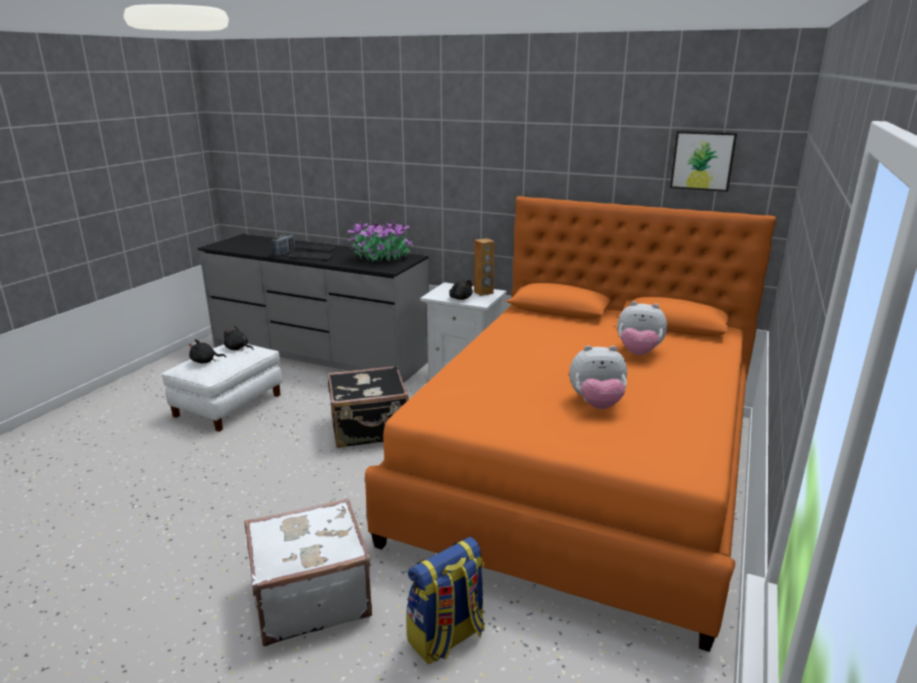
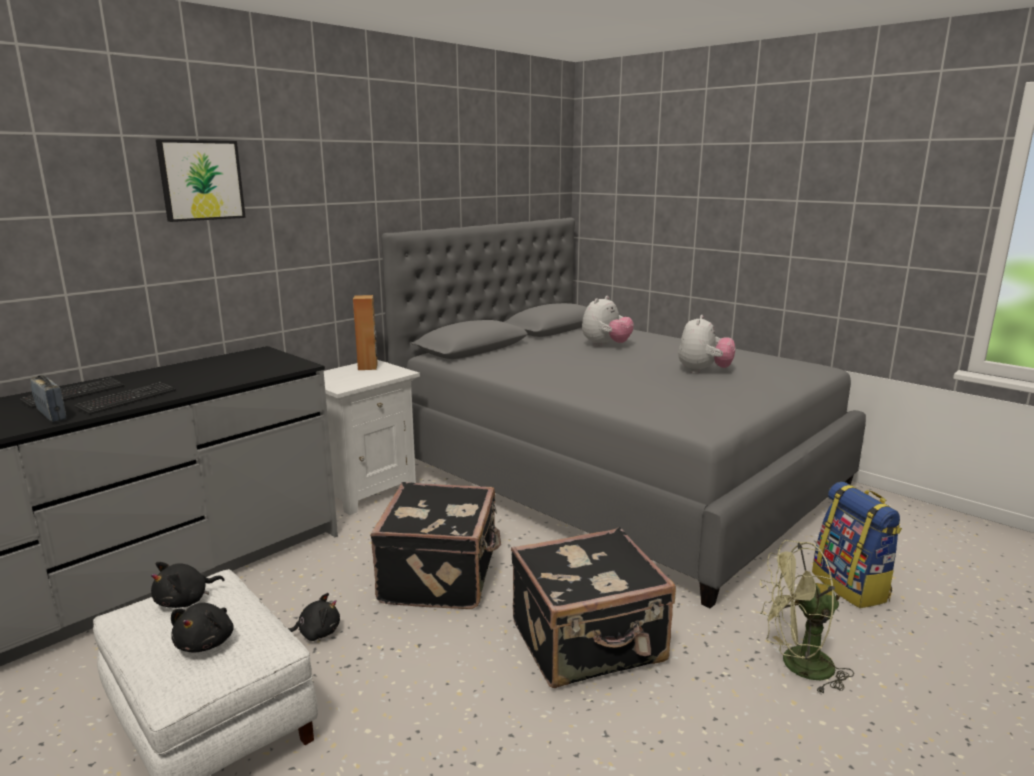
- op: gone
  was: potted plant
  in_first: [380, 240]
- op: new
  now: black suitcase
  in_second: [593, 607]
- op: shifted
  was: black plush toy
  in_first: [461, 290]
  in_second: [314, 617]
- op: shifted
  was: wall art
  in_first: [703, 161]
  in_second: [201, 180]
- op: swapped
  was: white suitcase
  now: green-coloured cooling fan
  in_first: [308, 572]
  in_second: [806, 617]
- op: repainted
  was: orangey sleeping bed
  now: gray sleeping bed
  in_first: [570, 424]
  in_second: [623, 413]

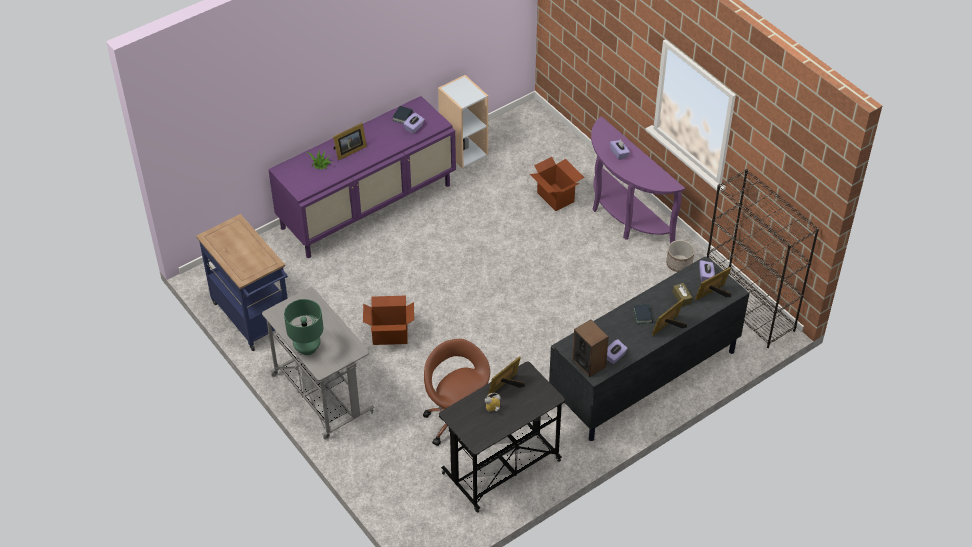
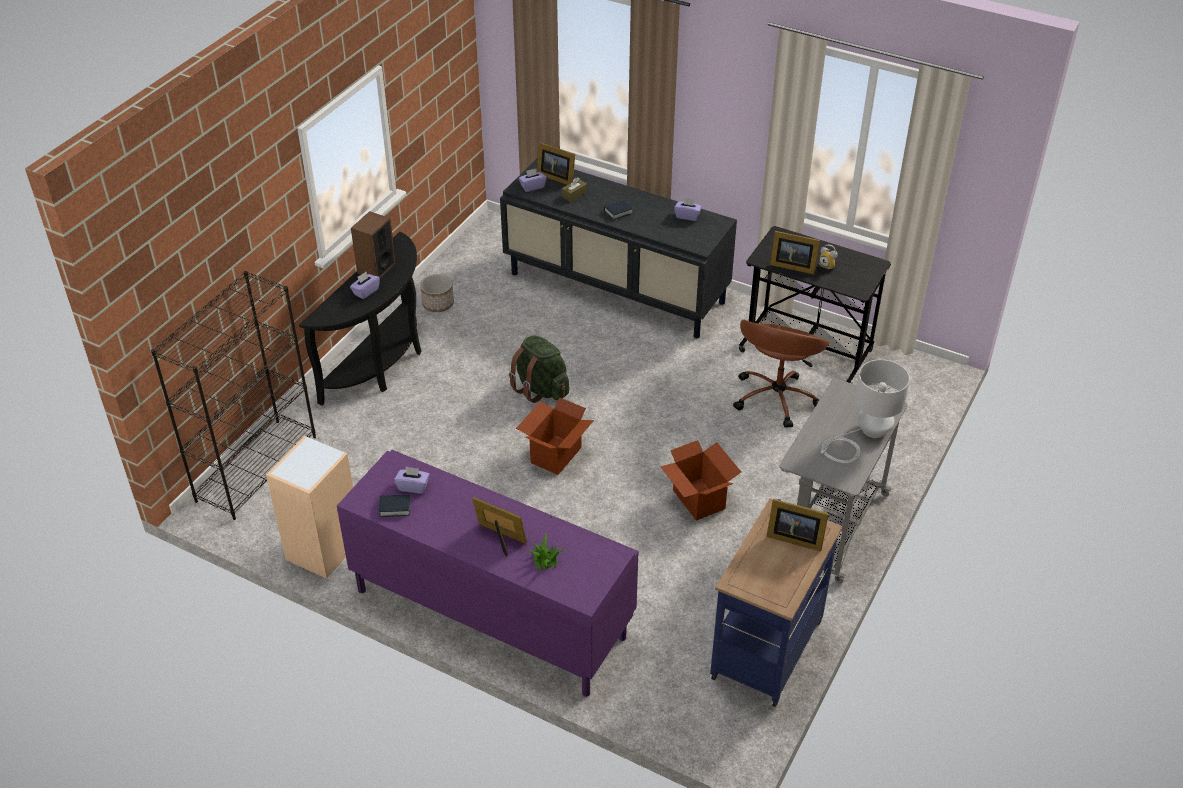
- op: new
  now: green-coloured knapsack
  in_second: [539, 369]
- op: shifted
  was: carton
  in_first: [557, 184]
  in_second: [555, 436]
- op: shifted
  was: loudspeaker
  in_first: [590, 348]
  in_second: [373, 244]
- op: shifted
  was: standing frame
  in_first: [669, 317]
  in_second: [797, 525]
- op: shifted
  was: black shelving unit
  in_first: [763, 258]
  in_second: [233, 395]
- op: repainted
  was: green-coloured lamp for a table
  now: white lamp for a table
  in_first: [303, 327]
  in_second: [865, 411]
- op: repainted
  was: purplish narrow table
  now: black narrow table
  in_first: [638, 179]
  in_second: [360, 319]

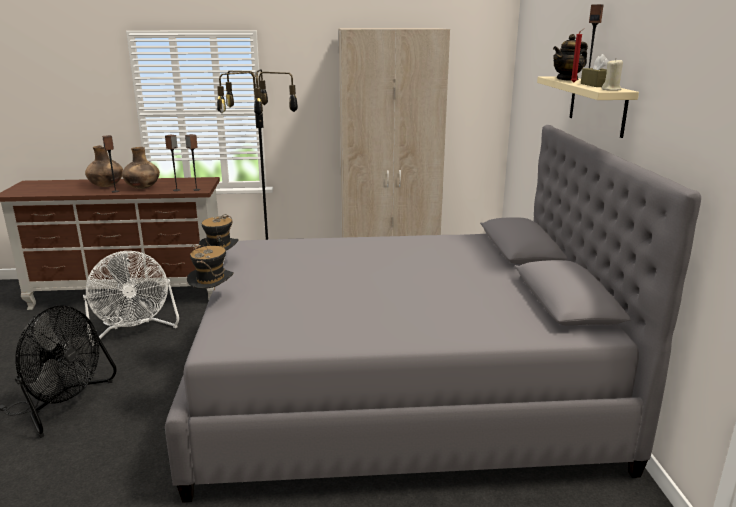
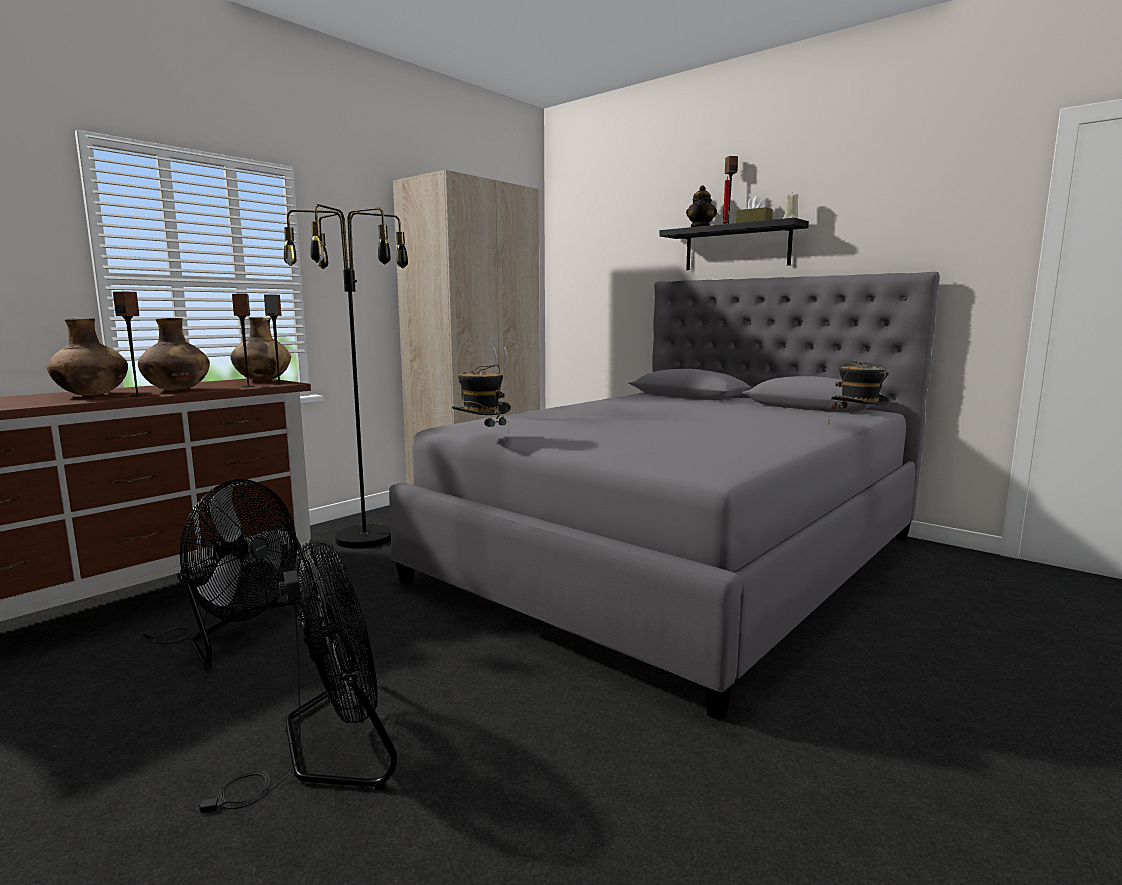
- op: new
  now: brown-coloured vase
  in_second: [260, 349]
- op: shifted
  was: clothing hat
  in_first: [210, 267]
  in_second: [858, 392]
- op: repainted
  was: white cooling fan
  now: black cooling fan
  in_first: [131, 298]
  in_second: [230, 575]
- op: repainted
  was: sand-coloured bracket shelf
  now: black bracket shelf
  in_first: [588, 107]
  in_second: [734, 244]

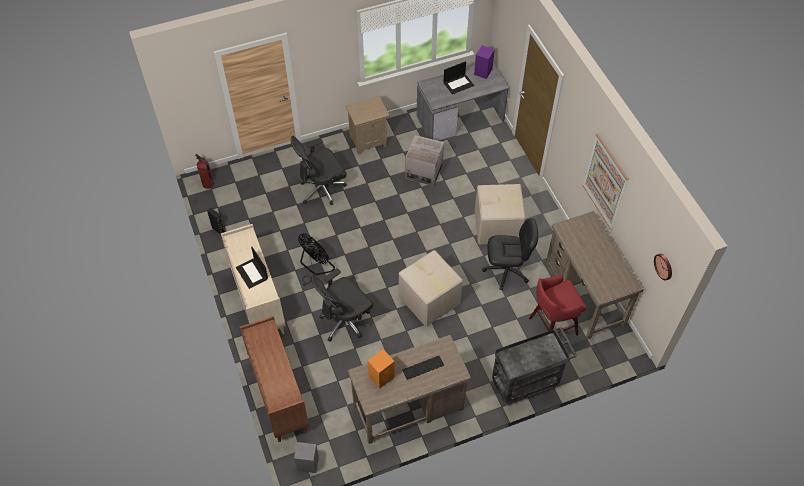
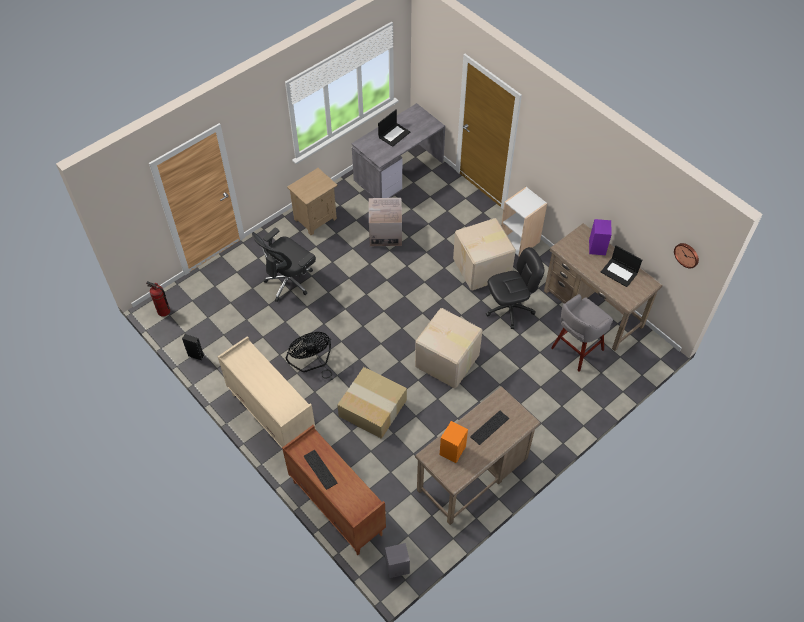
- op: gone
  was: black trolley
  in_first: [534, 365]
- op: gone
  was: wall art
  in_first: [605, 181]
- op: new
  now: keyboard
  in_second: [321, 470]
- op: new
  now: shelving unit
  in_second: [524, 222]
- op: shifted
  was: notebook computer
  in_first: [252, 268]
  in_second: [621, 266]
- op: shifted
  was: purplish loudspeaker
  in_first: [484, 62]
  in_second: [600, 237]
- op: swapped
  was: computer chair
  now: carton
  in_first: [342, 304]
  in_second: [372, 403]
- op: repainted
  was: red sitting stool
  now: gray sitting stool
  in_first: [557, 305]
  in_second: [582, 333]
- op: rotated
  was: black cooling fan
  in_first: [316, 259]
  in_second: [309, 356]
  clockwise: -45

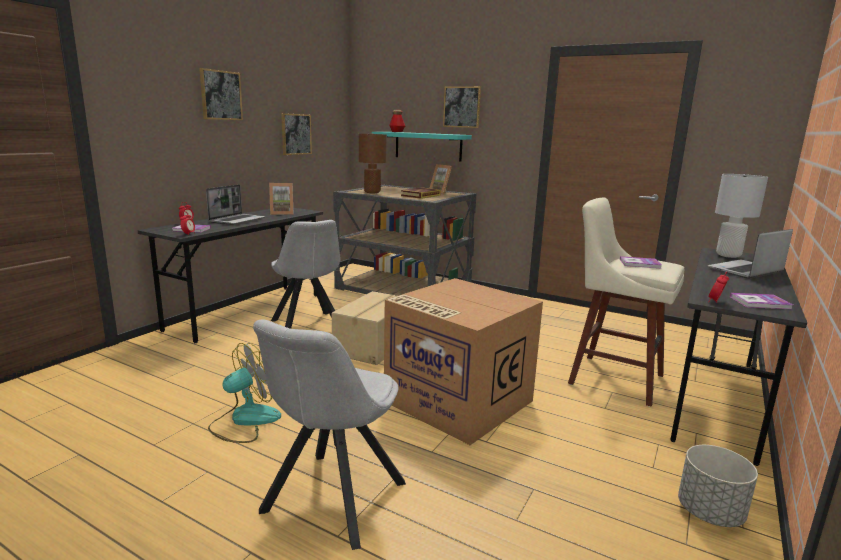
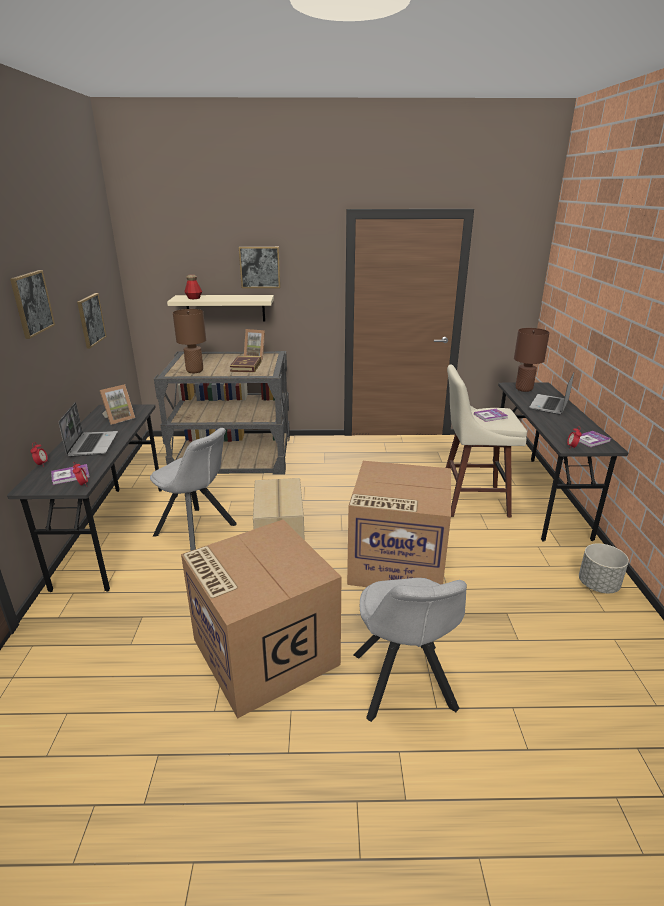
- op: swapped
  was: cooling fan
  now: carton
  in_first: [244, 393]
  in_second: [261, 619]
- op: repainted
  was: blue-green bracket shelf
  now: sand-coloured bracket shelf
  in_first: [422, 147]
  in_second: [220, 308]
- op: repainted
  was: gray lamp for a table
  now: brown-coloured lamp for a table
  in_first: [741, 216]
  in_second: [532, 360]

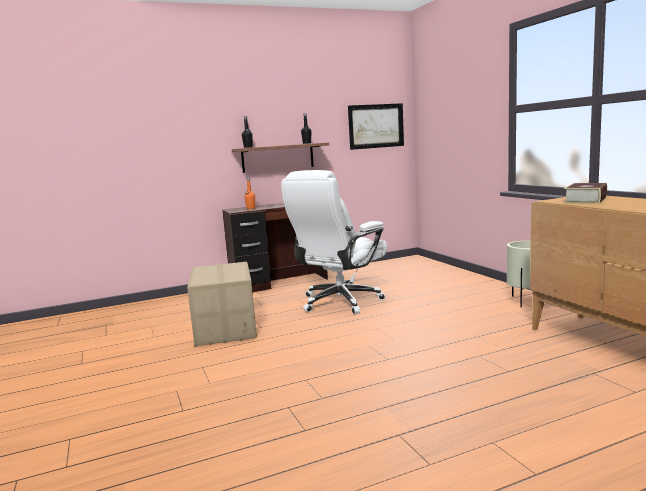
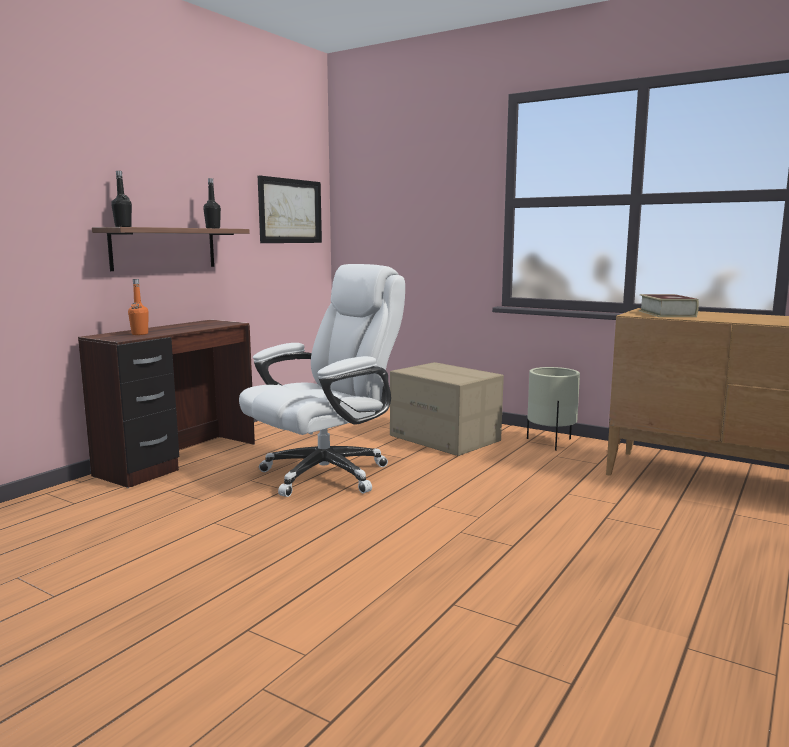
- op: shifted
  was: carton
  in_first: [222, 304]
  in_second: [447, 409]
- op: rotated
  was: white computer chair
  in_first: [334, 242]
  in_second: [322, 380]
  clockwise: -135

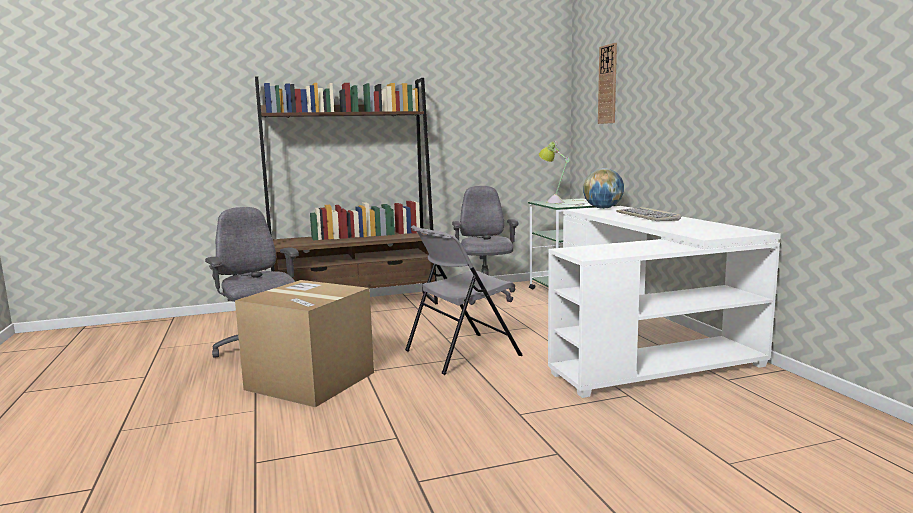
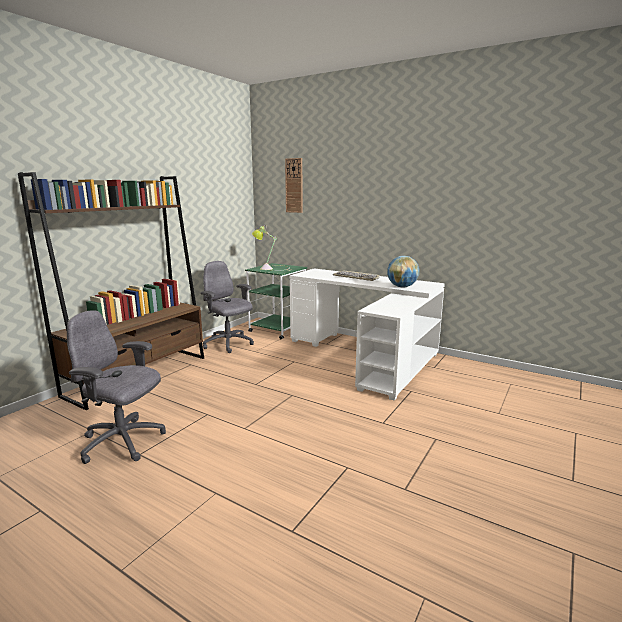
- op: gone
  was: carton
  in_first: [304, 343]
- op: gone
  was: gray upright chair
  in_first: [463, 300]
- op: shifted
  was: desk globe
  in_first: [603, 188]
  in_second: [403, 271]

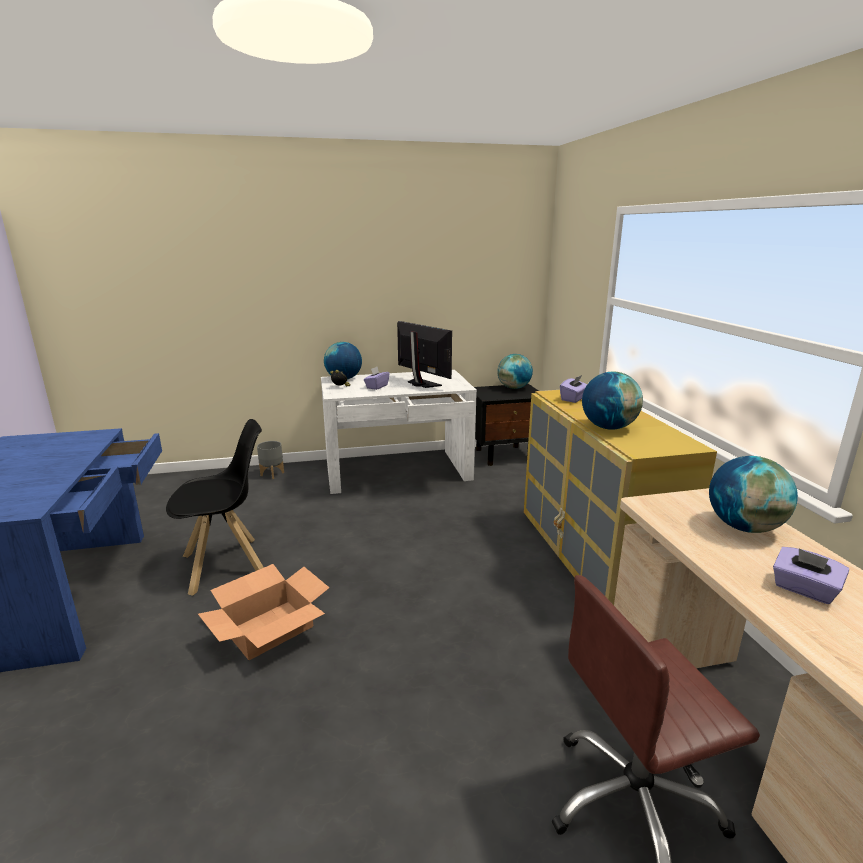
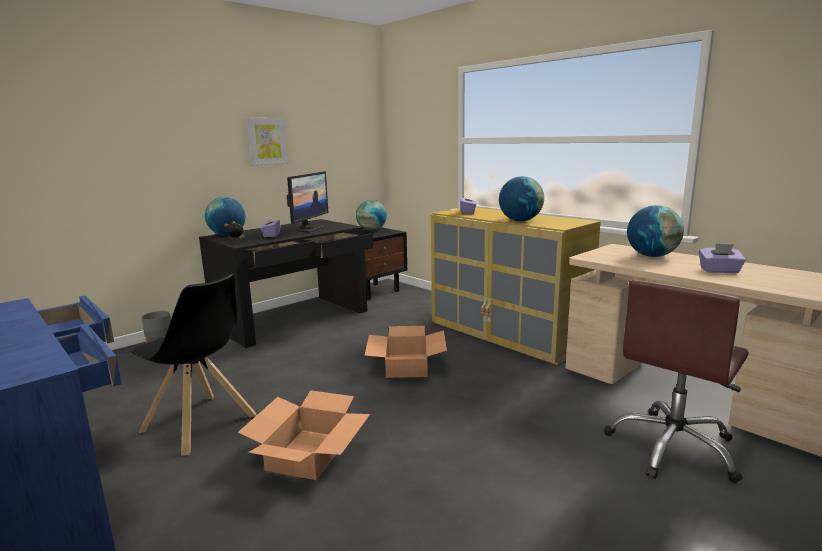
- op: new
  now: wall art
  in_second: [267, 142]
- op: new
  now: carton
  in_second: [405, 352]
- op: repainted
  was: white desk unit
  now: black desk unit
  in_first: [399, 432]
  in_second: [286, 283]
- op: rotated
  was: black upright chair
  in_first: [215, 507]
  in_second: [193, 365]
  clockwise: 90
- op: rotated
  was: monitor
  in_first: [424, 354]
  in_second: [307, 202]
  clockwise: 90

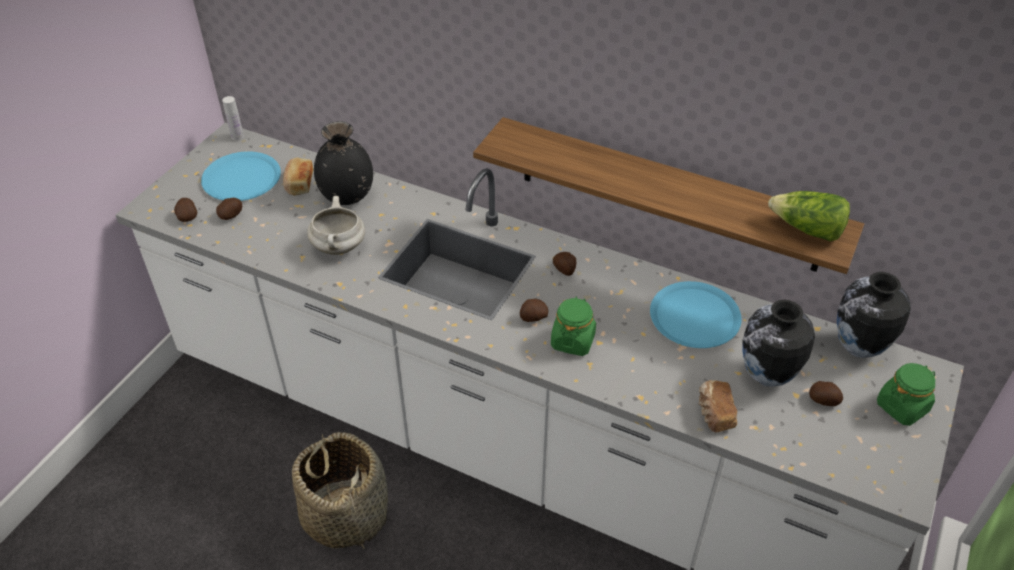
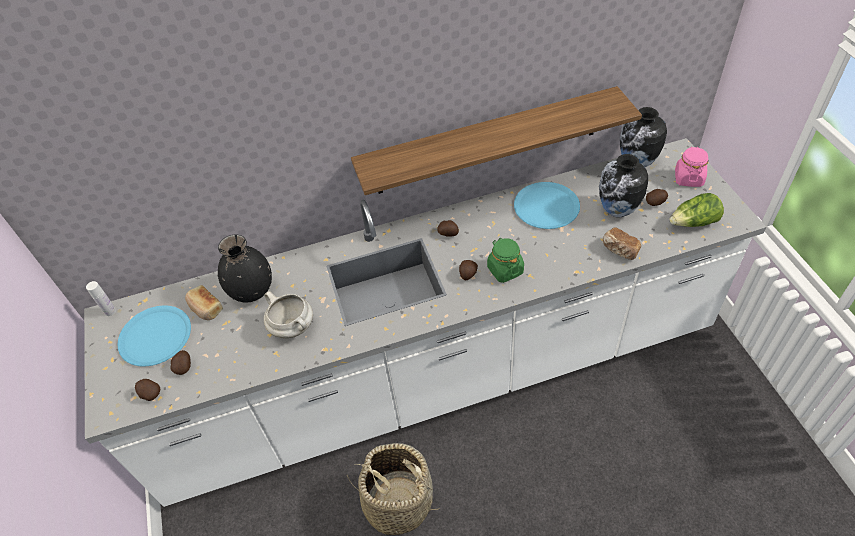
- op: shifted
  was: lettuce
  in_first: [809, 216]
  in_second: [697, 210]
- op: repainted
  was: green-coloured storage jar
  now: pink-coloured storage jar
  in_first: [906, 394]
  in_second: [692, 166]

